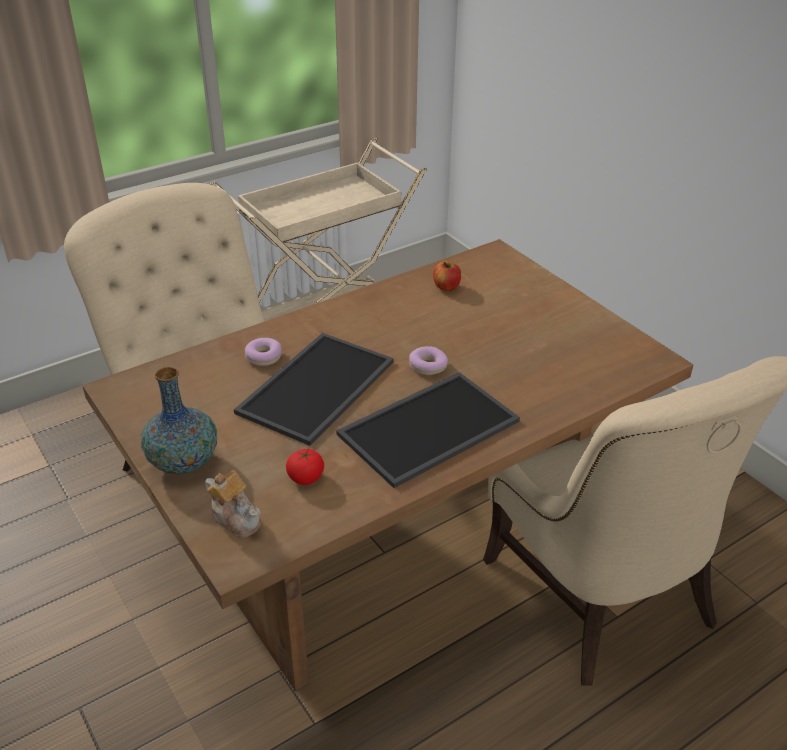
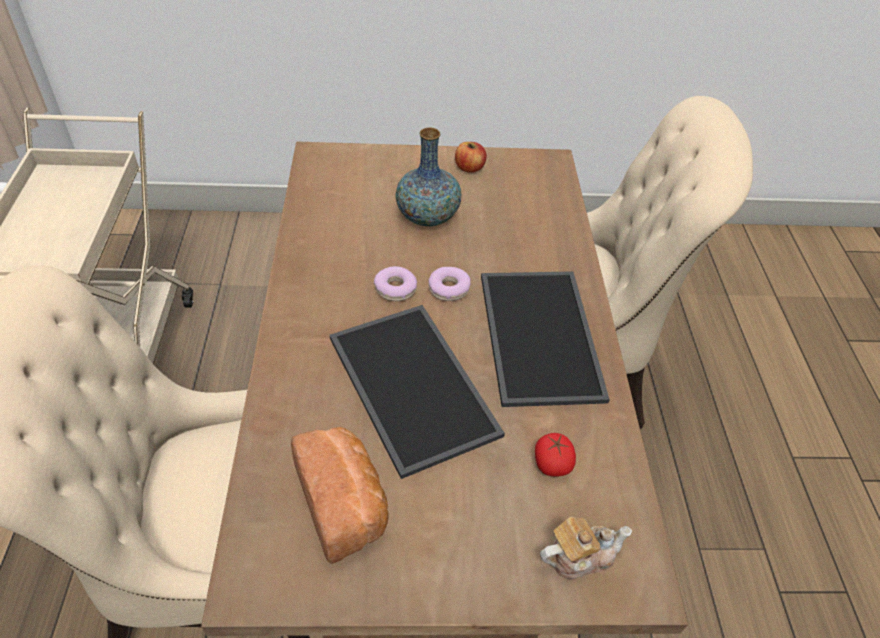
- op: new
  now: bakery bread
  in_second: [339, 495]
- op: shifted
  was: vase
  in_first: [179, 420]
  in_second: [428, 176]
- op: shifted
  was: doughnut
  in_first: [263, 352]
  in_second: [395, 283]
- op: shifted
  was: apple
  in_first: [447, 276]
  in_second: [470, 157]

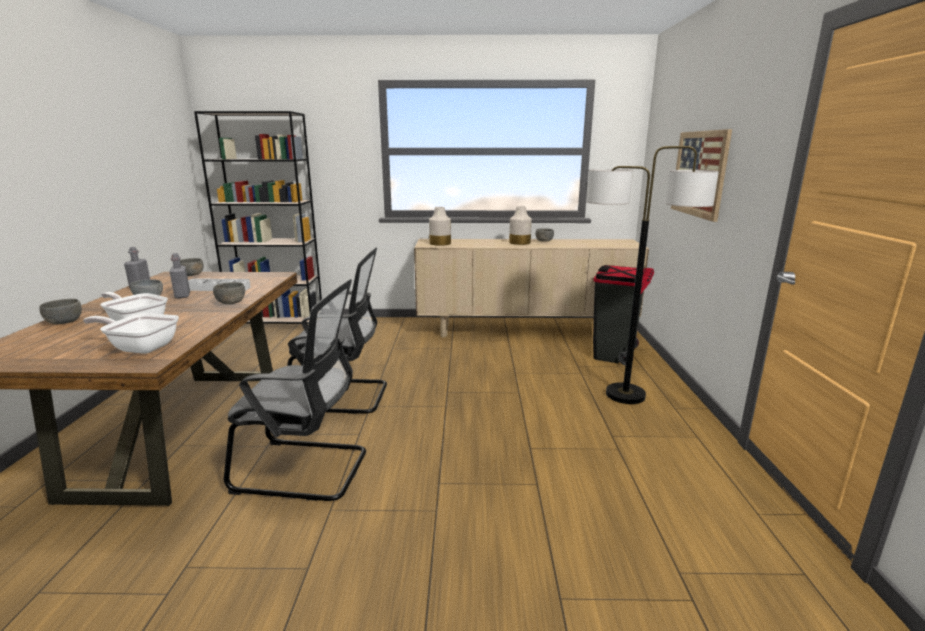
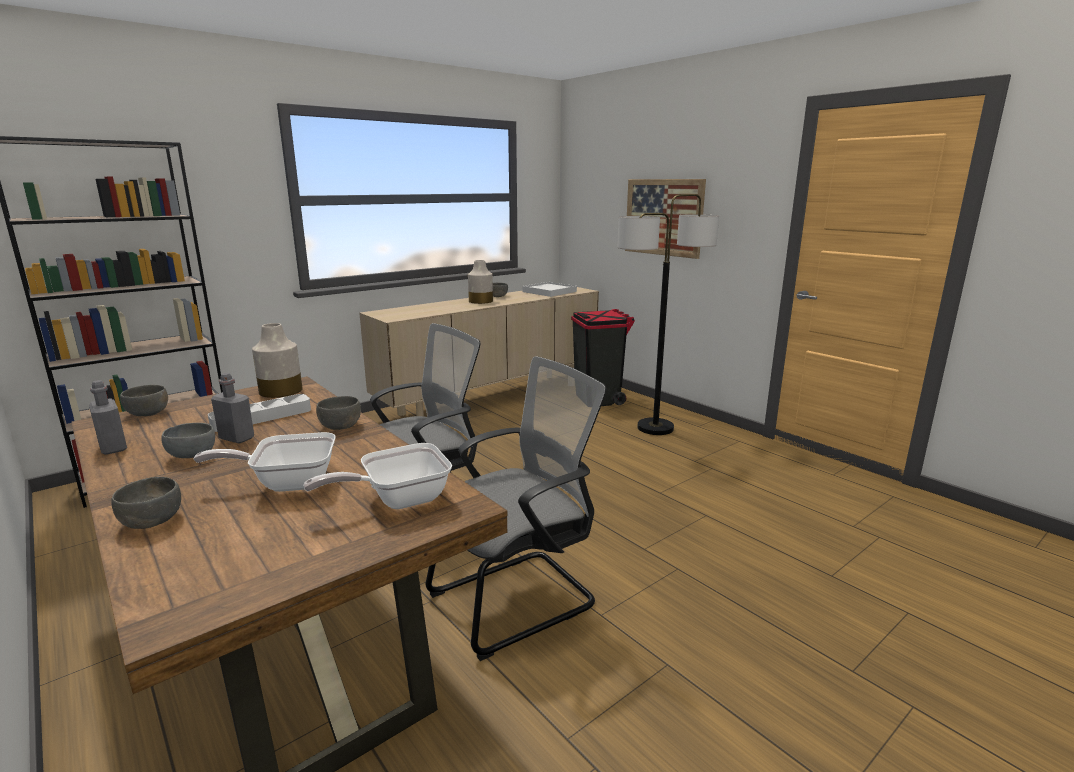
- op: new
  now: white serving tray
  in_second: [549, 289]
- op: shifted
  was: sand-coloured vase
  in_first: [440, 226]
  in_second: [277, 360]

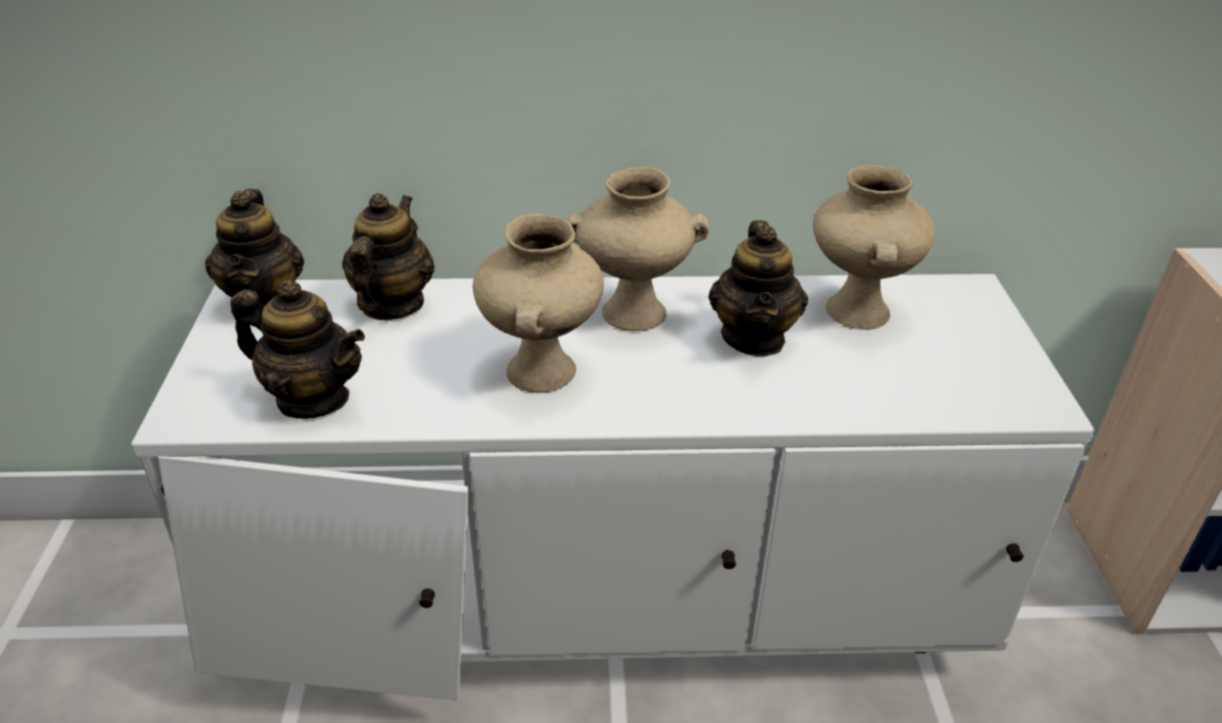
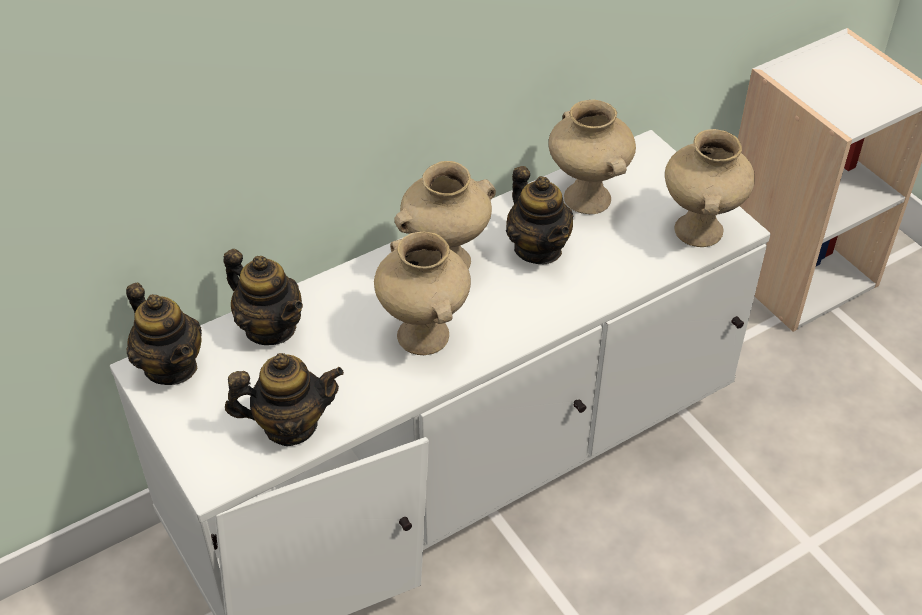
- op: new
  now: sand-coloured vase
  in_second: [710, 188]
- op: rotated
  was: tea pot
  in_first: [388, 256]
  in_second: [263, 297]
  clockwise: 150

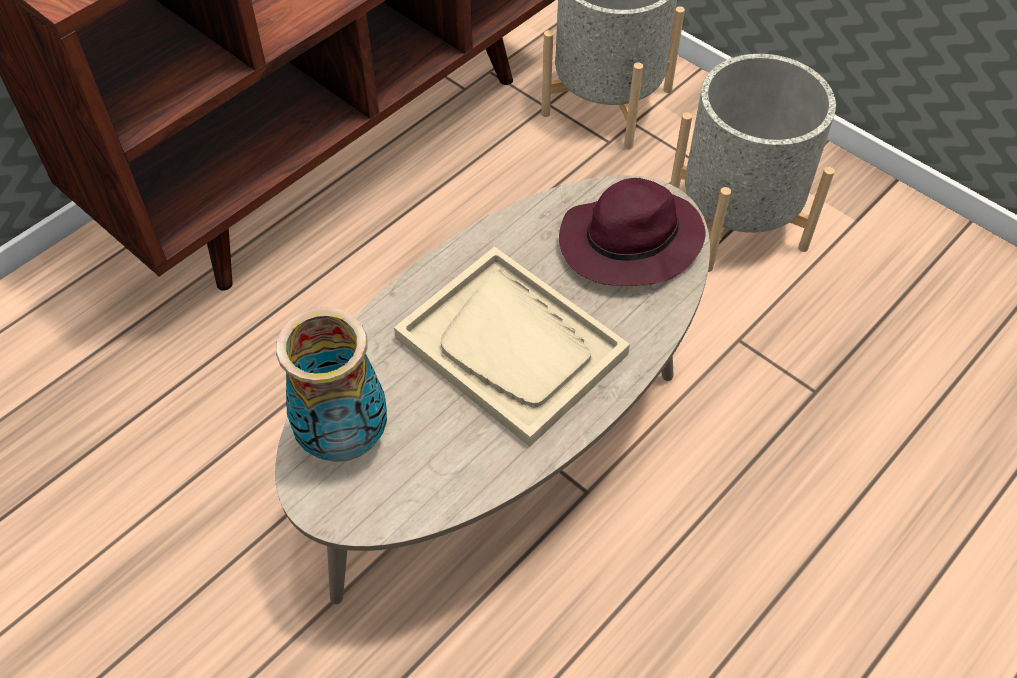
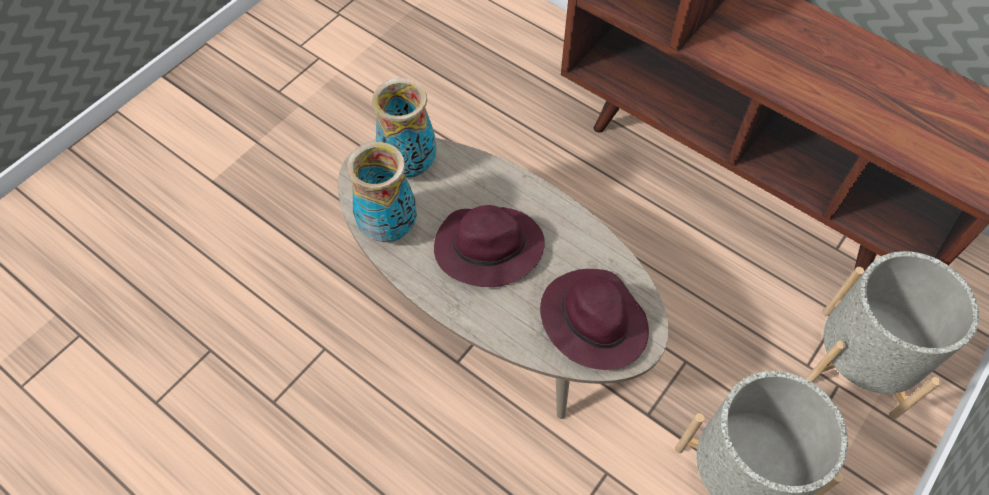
- op: new
  now: vase
  in_second: [382, 192]
- op: swapped
  was: sand-coloured serving tray
  now: purplish clothing hat
  in_first: [512, 346]
  in_second: [489, 246]

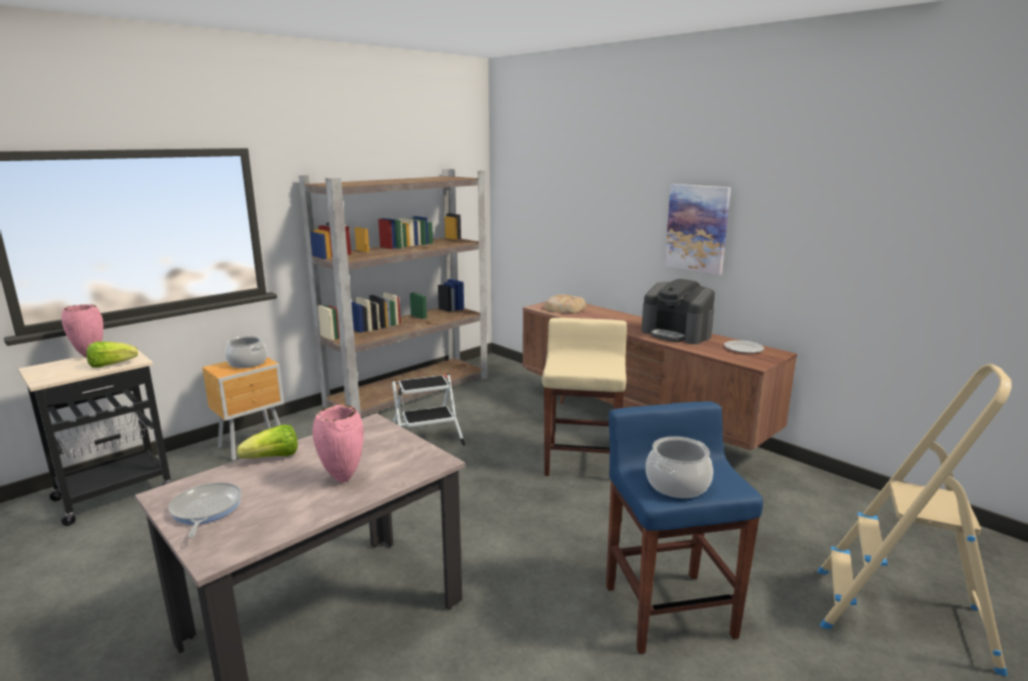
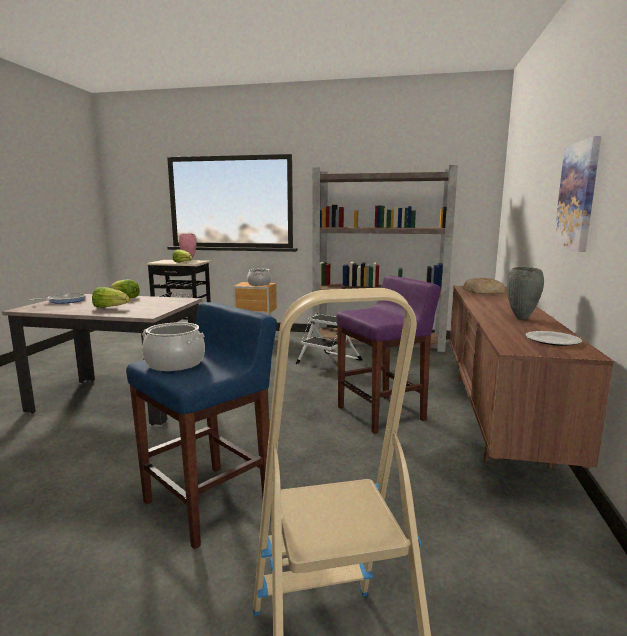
- op: swapped
  was: pink-coloured vase
  now: lettuce
  in_first: [338, 444]
  in_second: [111, 297]
- op: swapped
  was: coffee maker
  now: gray vase
  in_first: [678, 311]
  in_second: [525, 293]
- op: repainted
  was: sand-coloured sitting stool
  now: purplish sitting stool
  in_first: [584, 397]
  in_second: [388, 355]

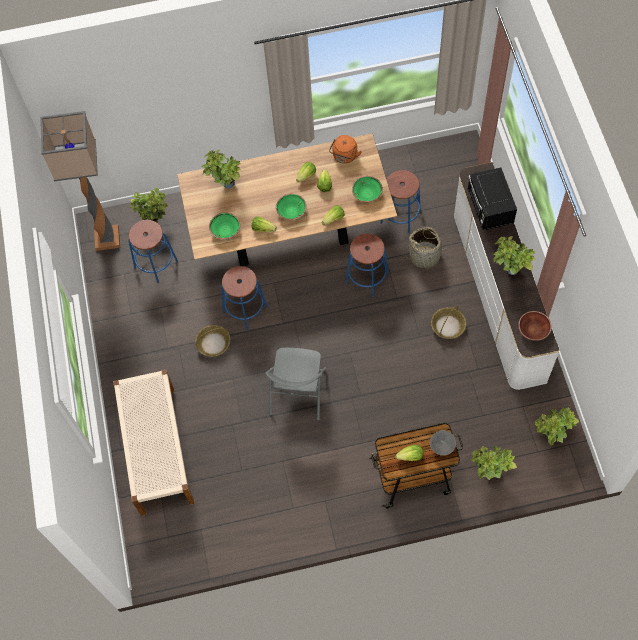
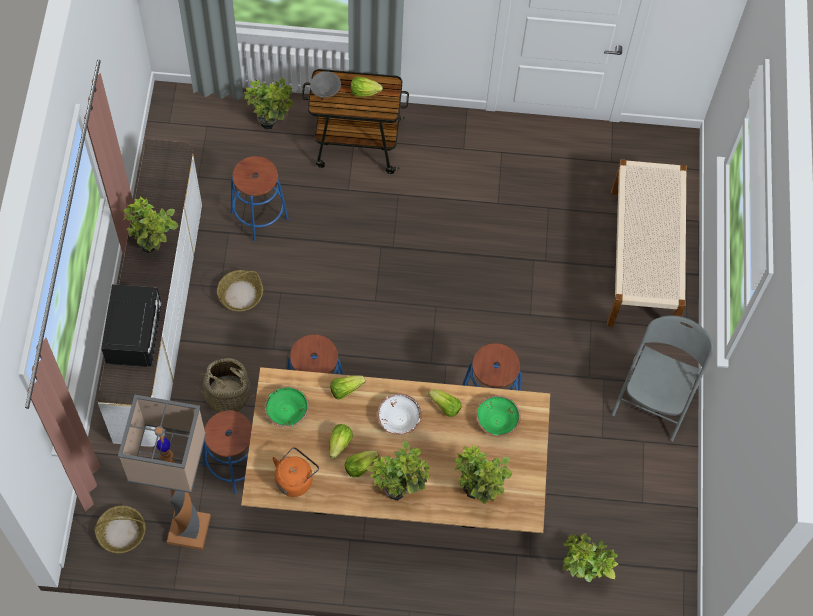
- op: gone
  was: brown-coloured bowl
  in_first: [535, 326]
- op: shifted
  was: floor lamp
  in_first: [80, 181]
  in_second: [164, 472]
- op: shifted
  was: bluish sitting stool
  in_first: [153, 251]
  in_second: [260, 198]
- op: shifted
  was: storage basket
  in_first: [212, 341]
  in_second: [119, 529]
- op: shifted
  was: gray upright chair
  in_first: [296, 384]
  in_second: [662, 378]
- op: shifted
  was: potted plant
  in_first: [557, 426]
  in_second: [398, 471]
- op: repainted
  was: green-coloured bowl
  now: white bowl
  in_first: [291, 207]
  in_second: [399, 414]

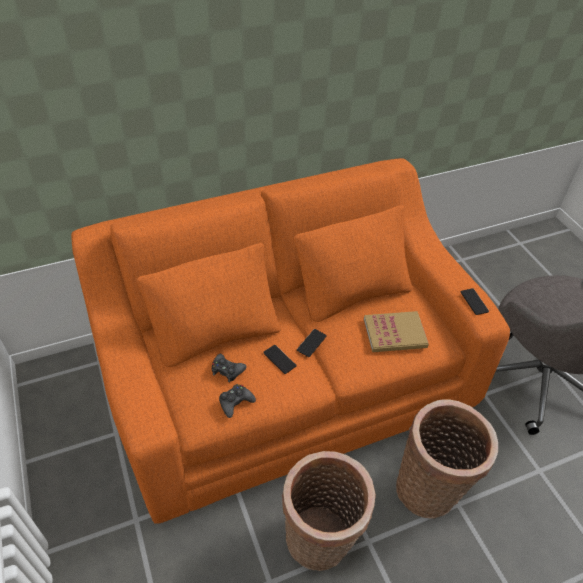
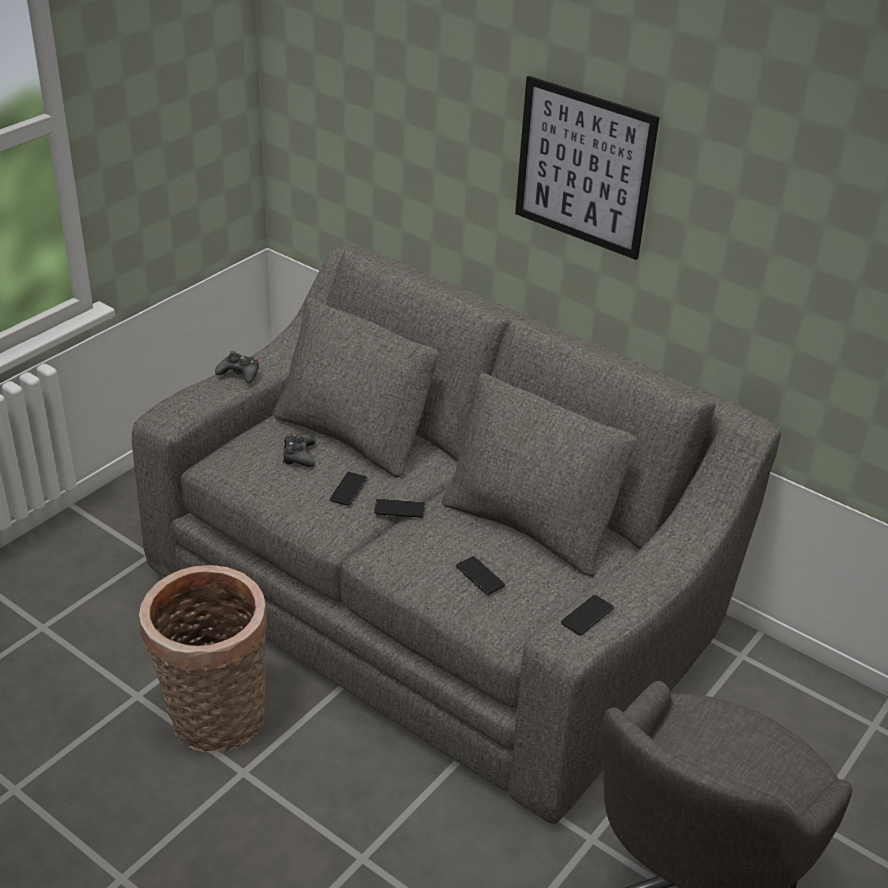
- op: gone
  was: storage basket
  in_first: [447, 459]
- op: new
  now: wall art
  in_second: [587, 168]
- op: shifted
  was: black joypad
  in_first: [237, 401]
  in_second: [237, 367]
- op: swapped
  was: book
  now: telephone
  in_first: [396, 331]
  in_second: [480, 575]
- op: repainted
  was: orangey settee
  now: gray settee
  in_first: [290, 341]
  in_second: [456, 534]

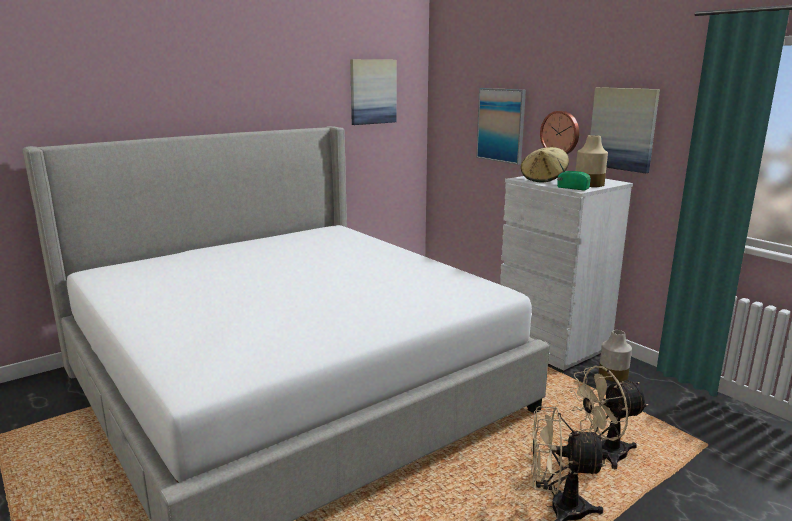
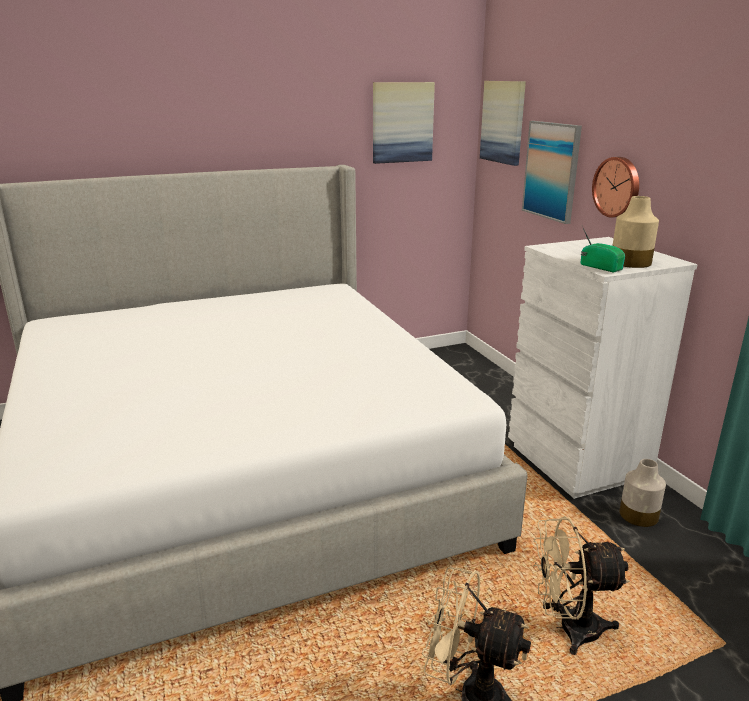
- op: gone
  was: sand-coloured clothing hat
  in_first: [545, 164]
- op: shifted
  was: wall art
  in_first: [625, 130]
  in_second: [503, 123]

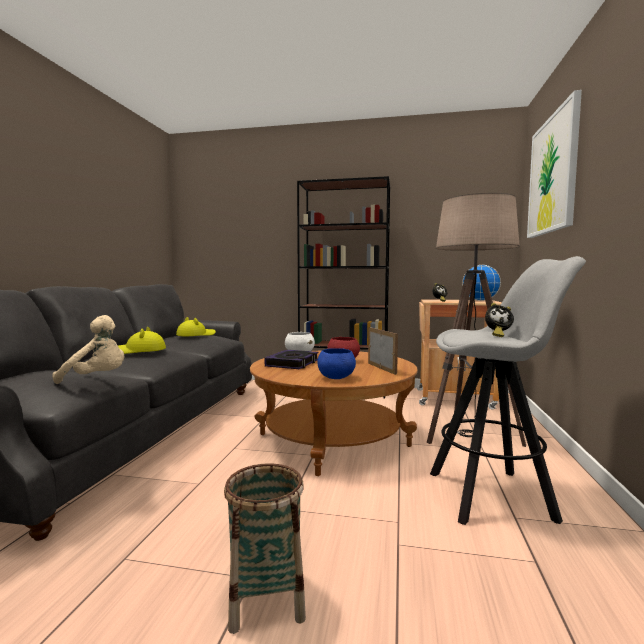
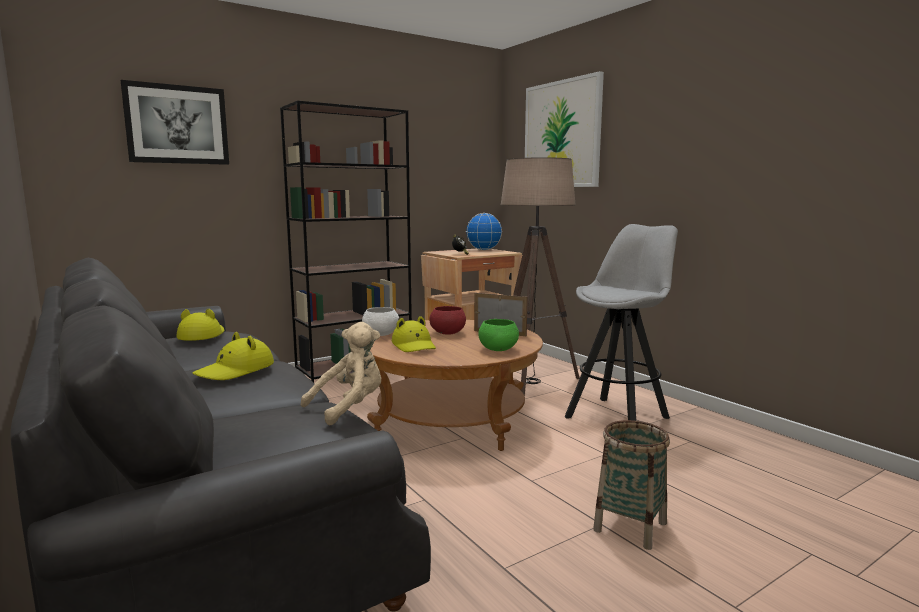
- op: gone
  was: table clock
  in_first: [499, 320]
- op: new
  now: wall art
  in_second: [174, 122]
- op: swapped
  was: book
  now: yellowish clothing hat
  in_first: [291, 359]
  in_second: [414, 334]
- op: repainted
  was: bluish bowl
  now: green-coloured bowl
  in_first: [336, 363]
  in_second: [498, 335]

